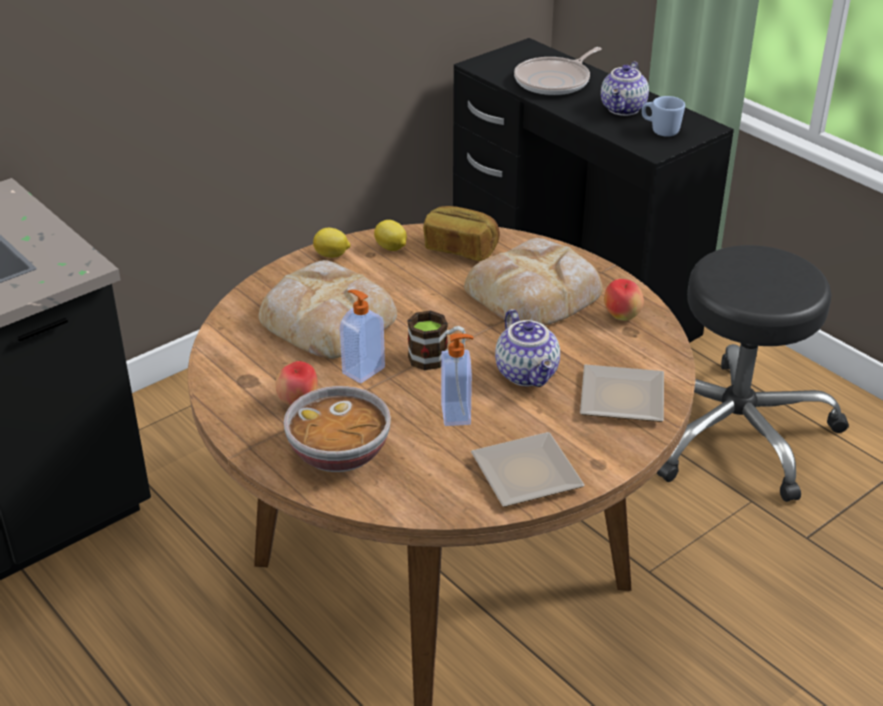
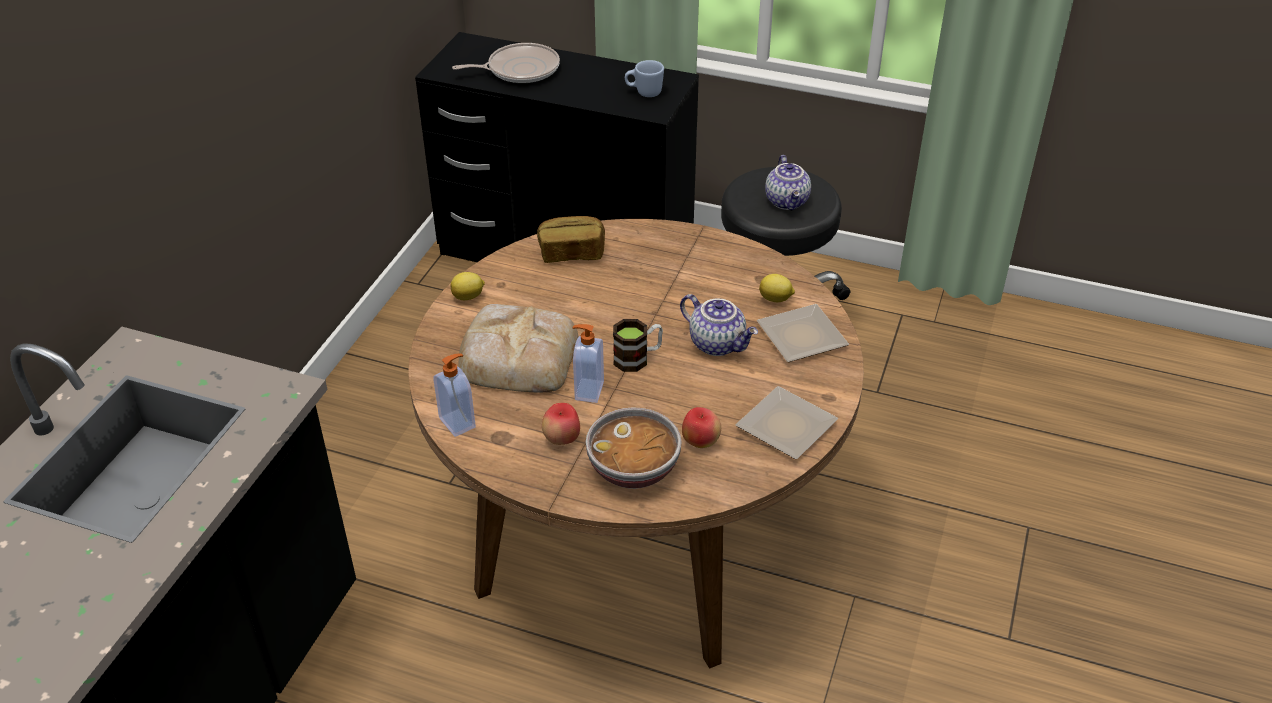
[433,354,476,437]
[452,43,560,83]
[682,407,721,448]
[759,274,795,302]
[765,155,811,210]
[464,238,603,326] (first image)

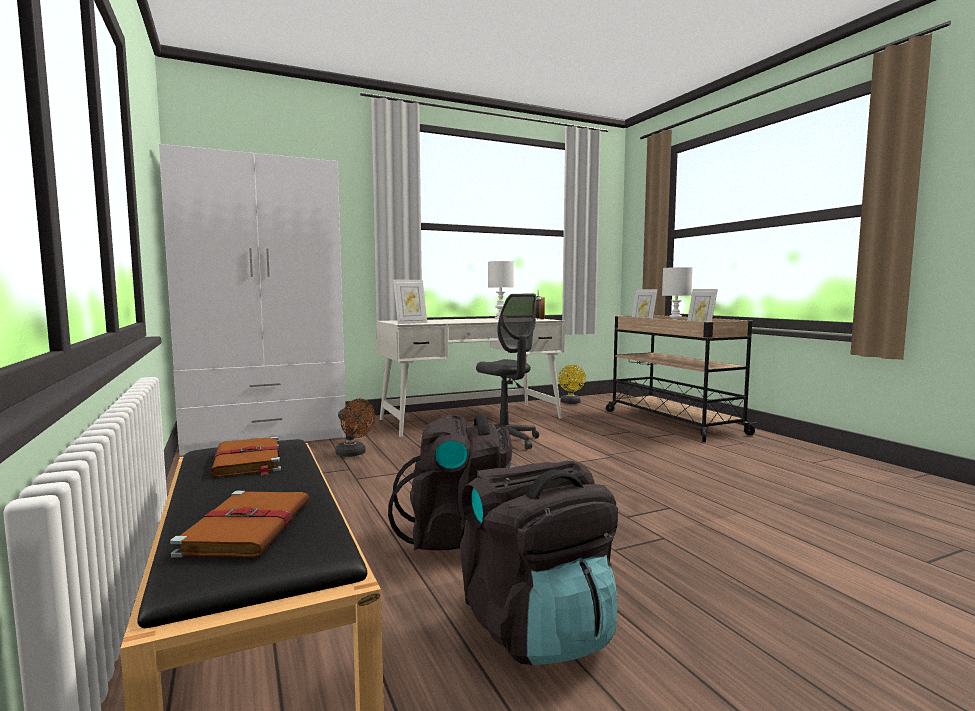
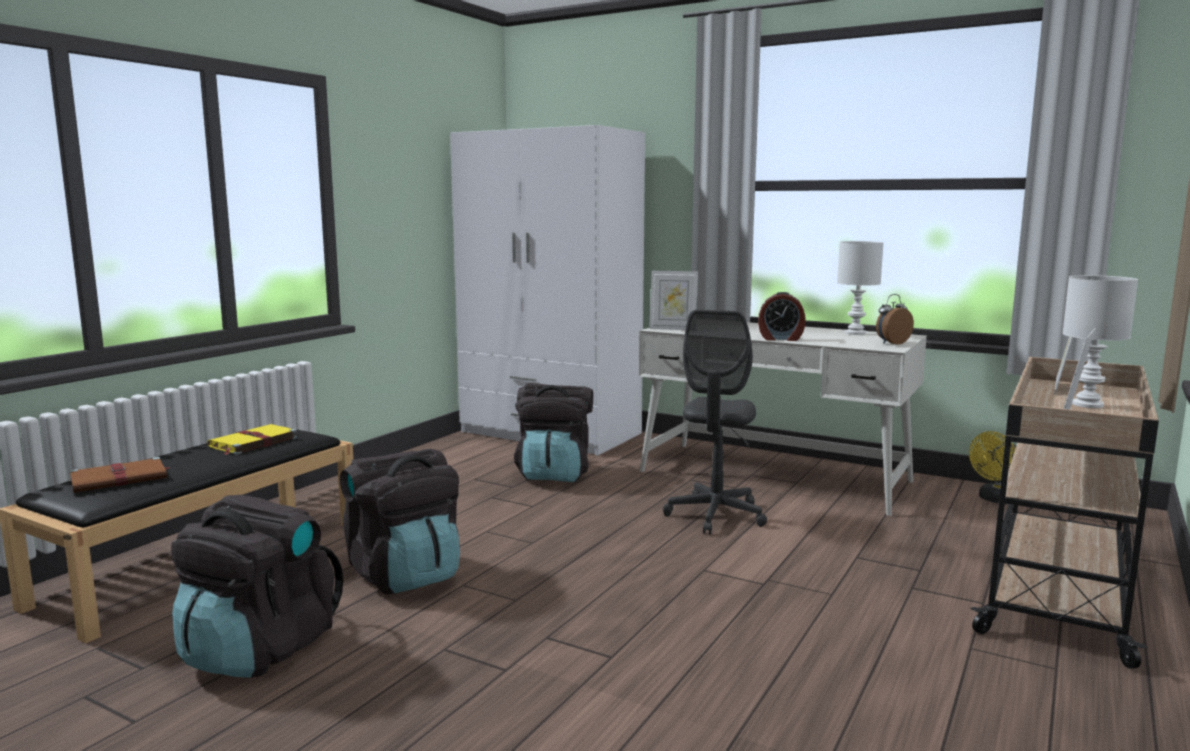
[207,424,297,455]
[514,383,593,482]
[758,292,806,341]

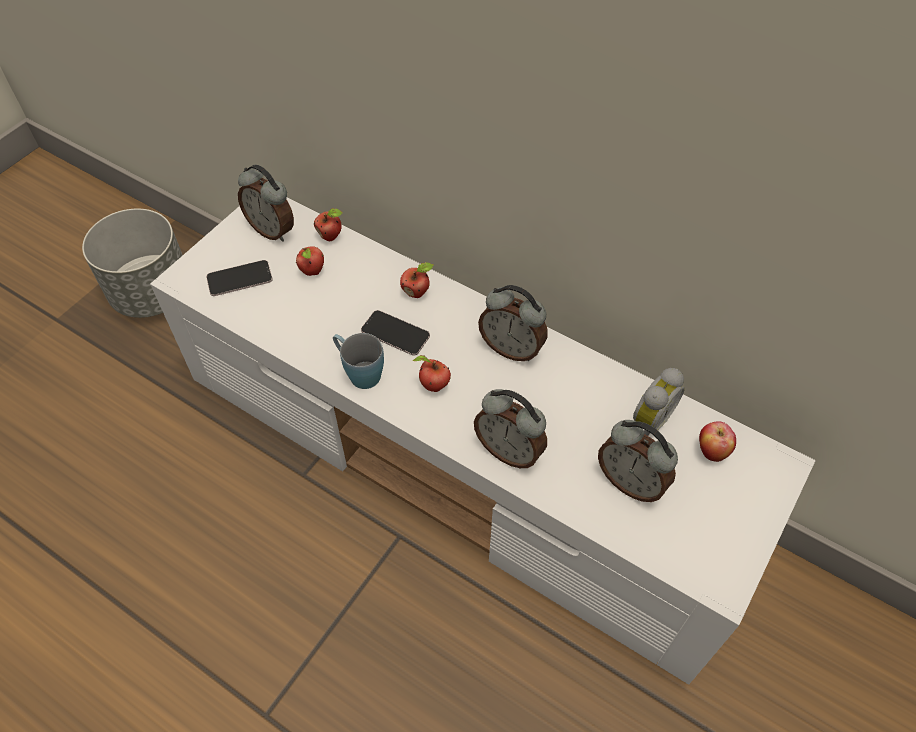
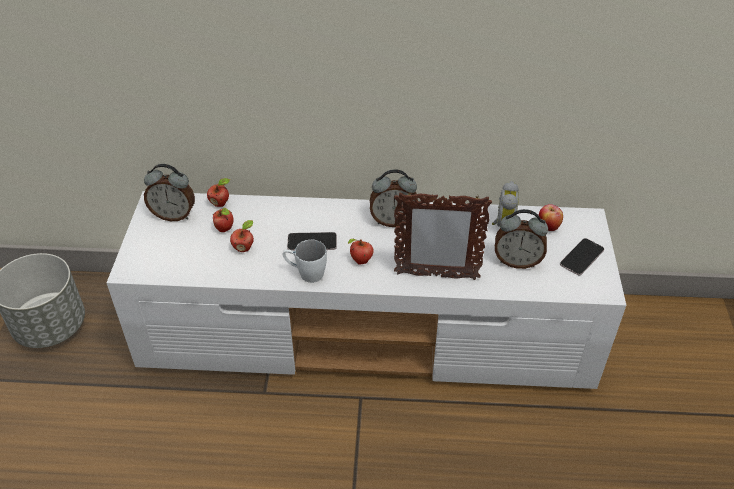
[230,220,254,252]
[283,240,327,283]
[394,191,492,280]
[560,238,604,275]

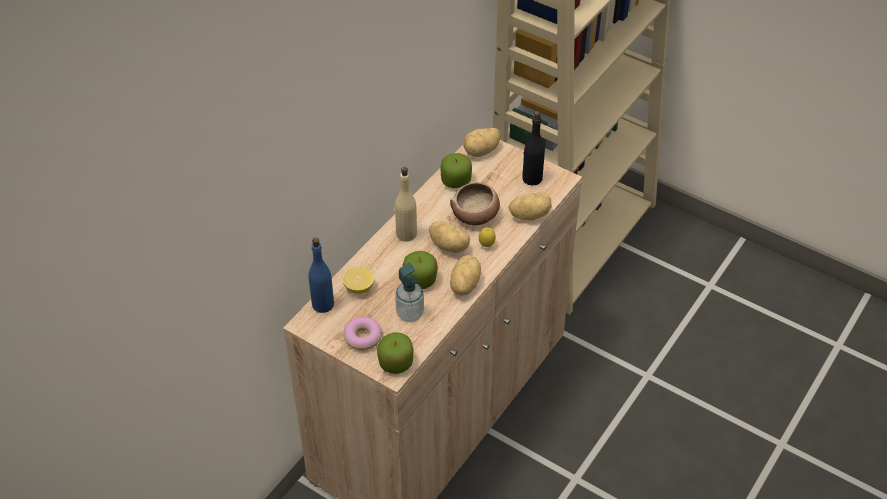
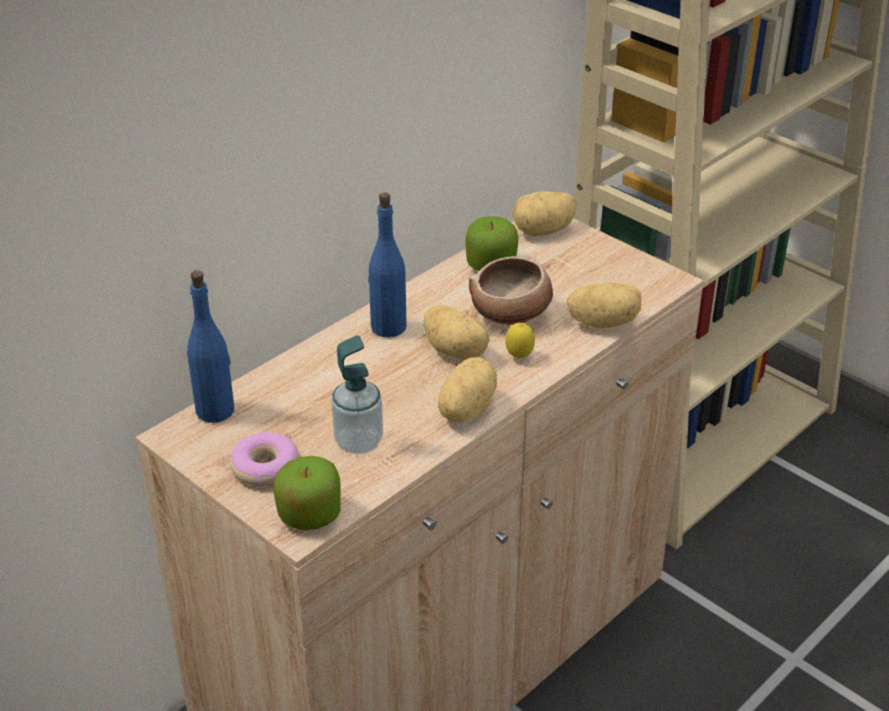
[368,192,407,337]
[342,266,374,294] (first image)
[402,251,438,289] (first image)
[522,111,545,185] (first image)

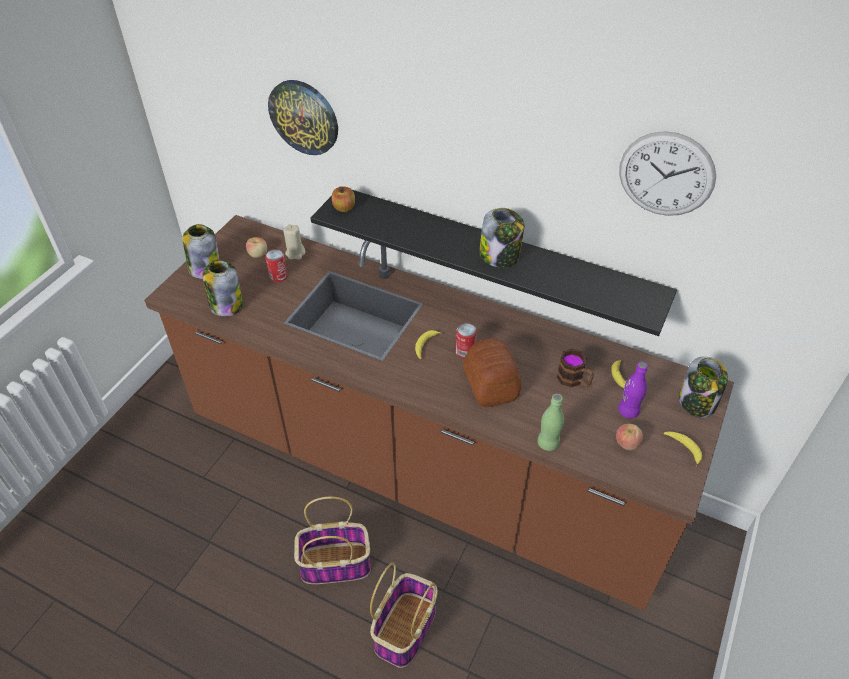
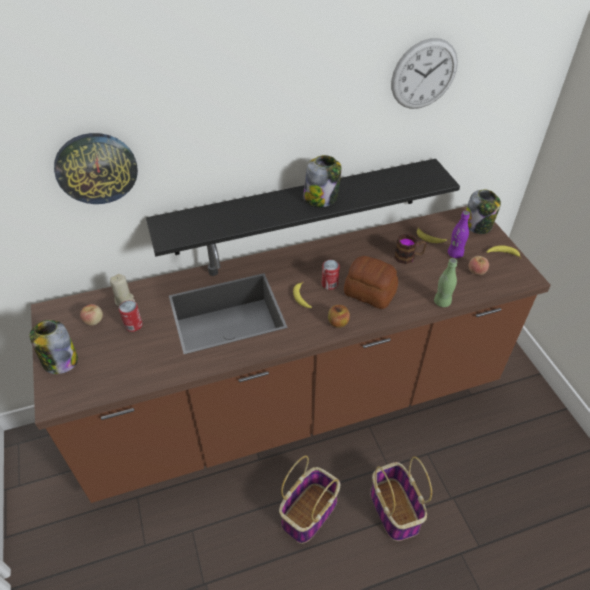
[328,305,350,328]
[203,260,243,317] (first image)

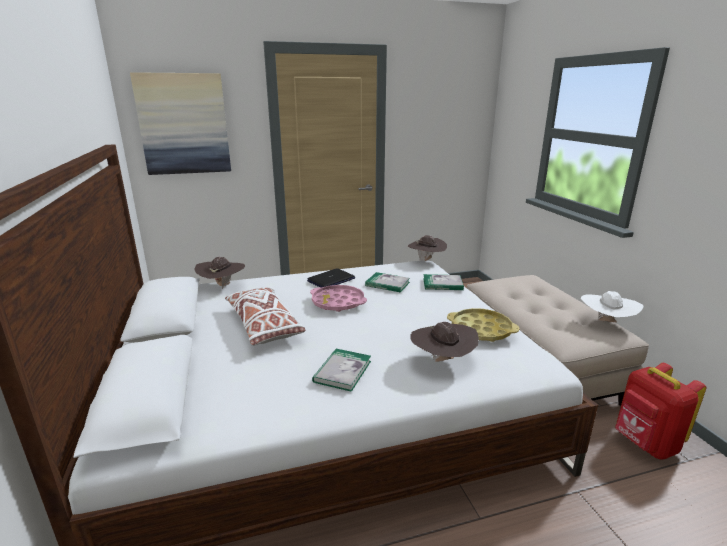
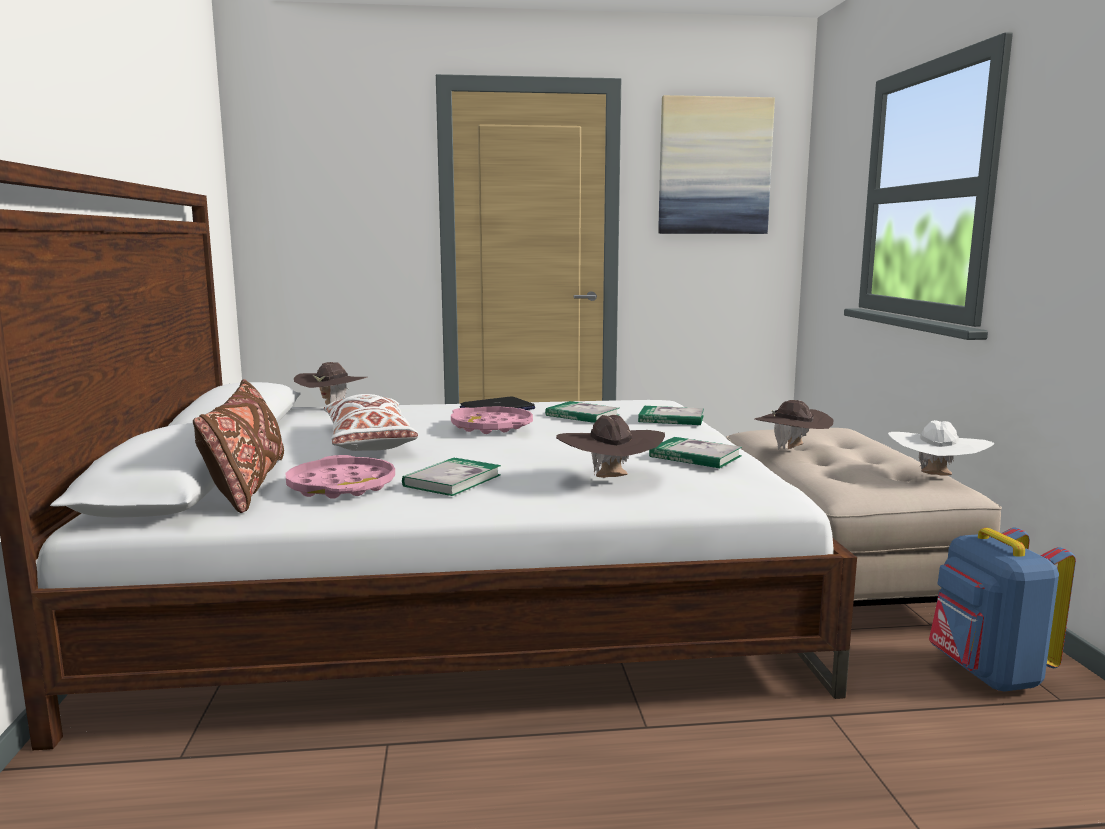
[193,379,284,513]
[286,455,395,499]
[649,437,742,468]
[658,95,775,234]
[755,400,834,450]
[929,528,1076,692]

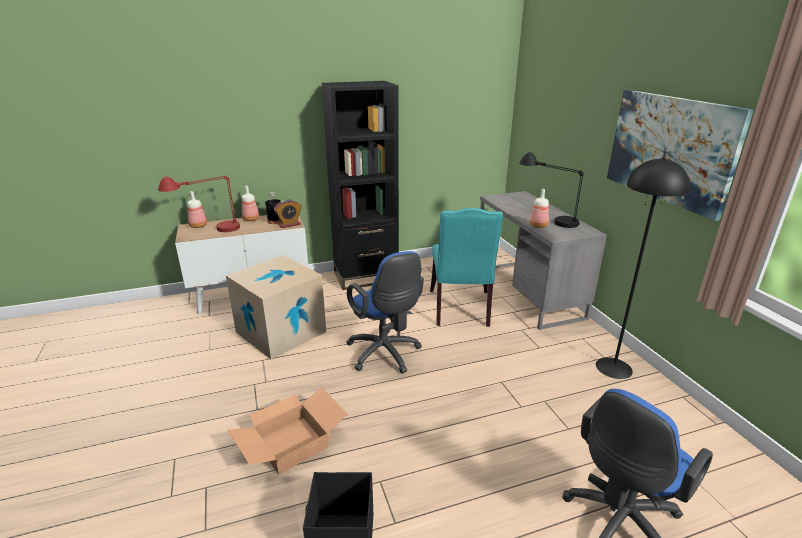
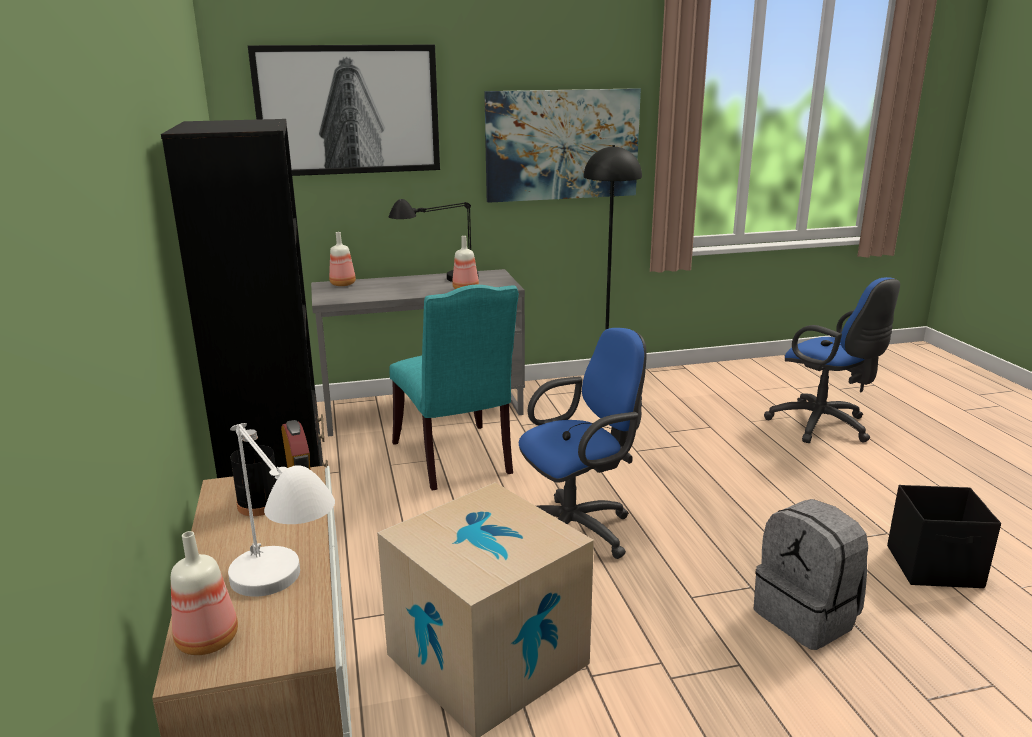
[228,423,335,597]
[248,45,440,176]
[329,232,356,286]
[389,285,519,491]
[753,499,868,650]

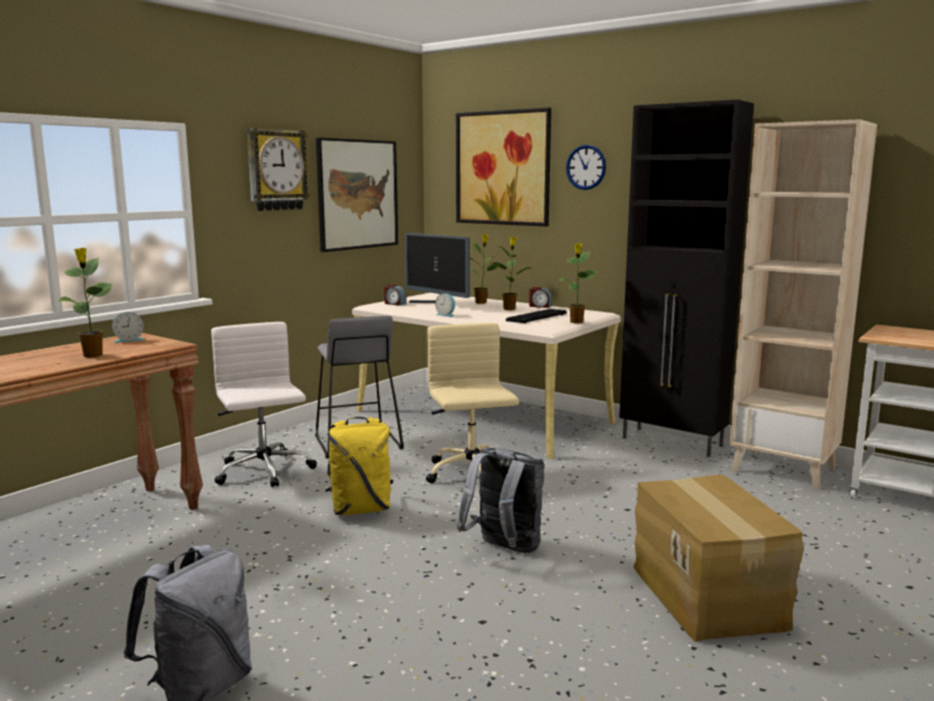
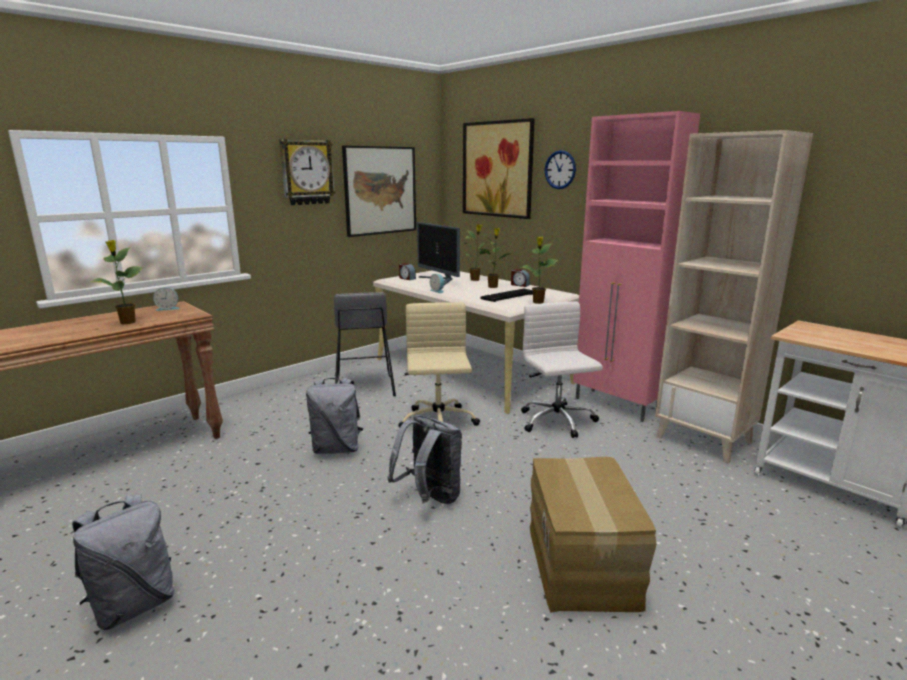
[306,378,363,454]
[521,301,603,438]
[573,111,700,422]

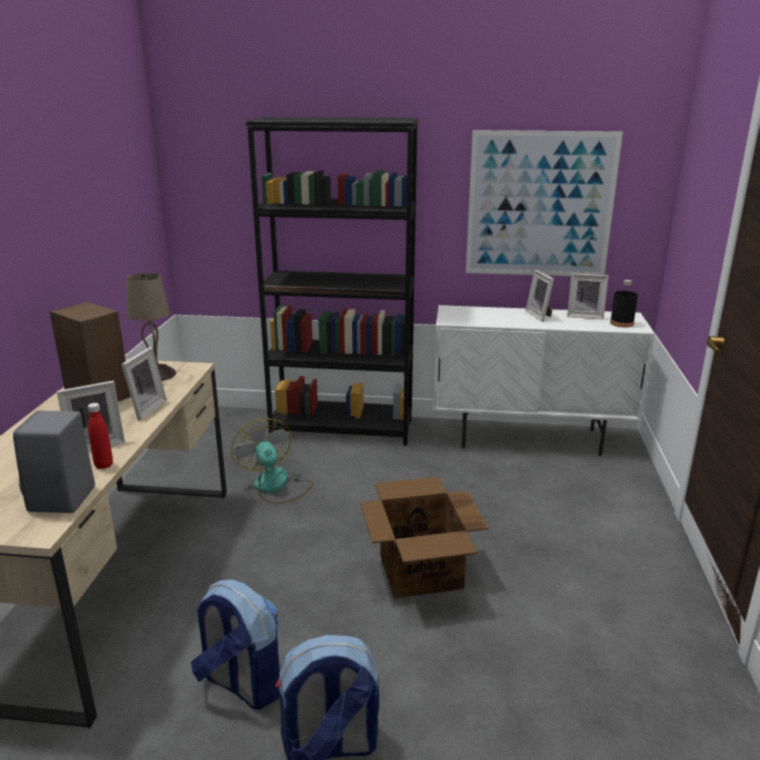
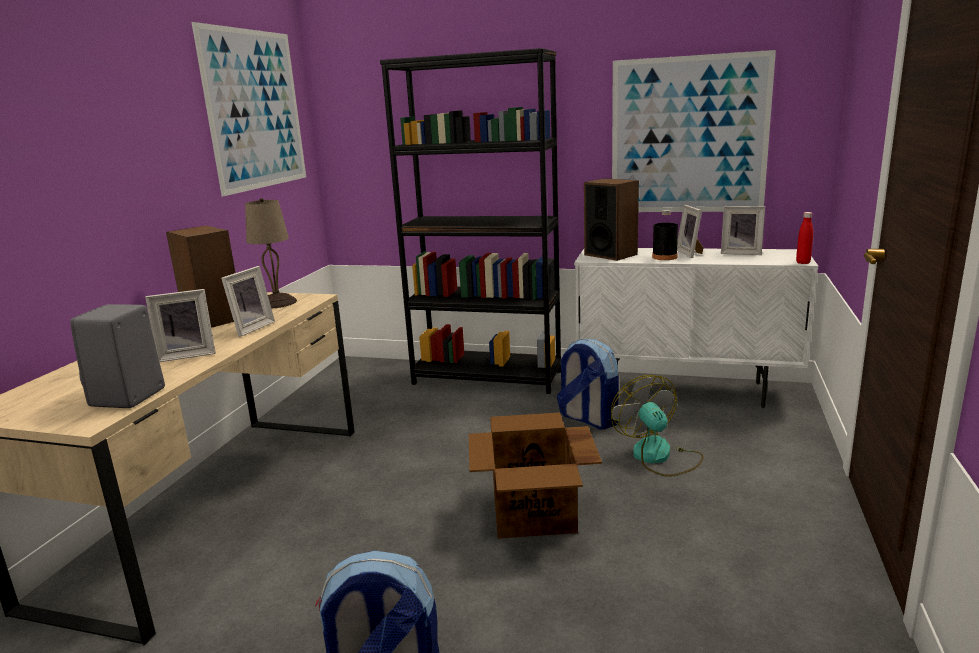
[191,22,306,196]
[557,339,619,429]
[584,178,639,261]
[611,375,703,477]
[652,210,678,260]
[796,212,813,264]

